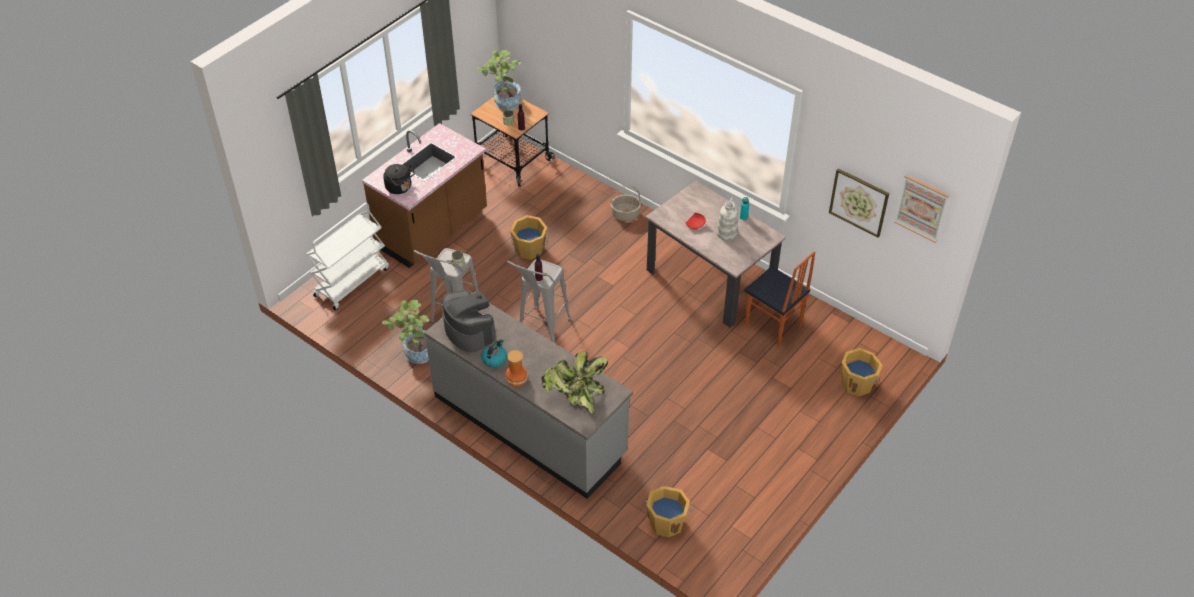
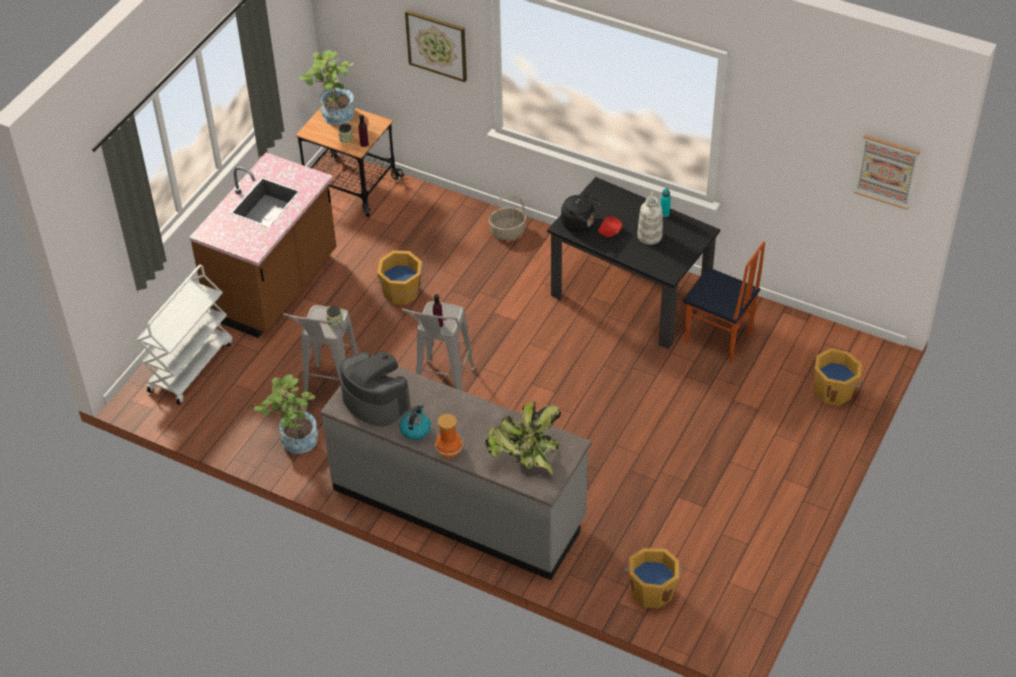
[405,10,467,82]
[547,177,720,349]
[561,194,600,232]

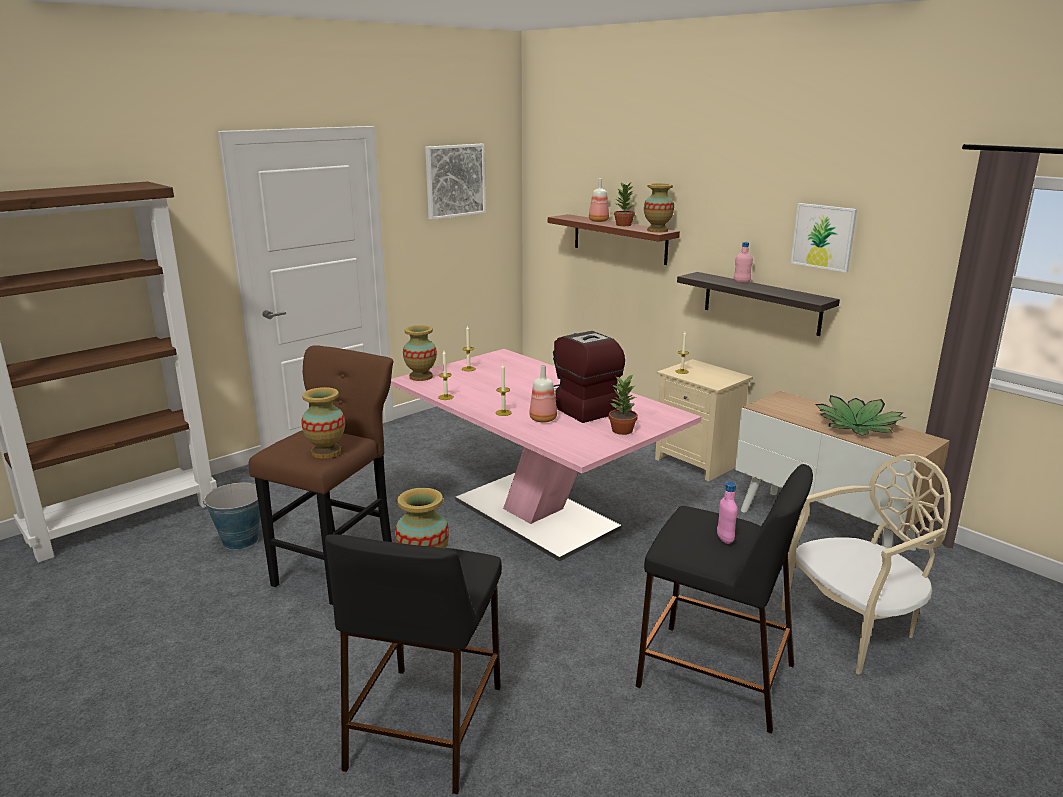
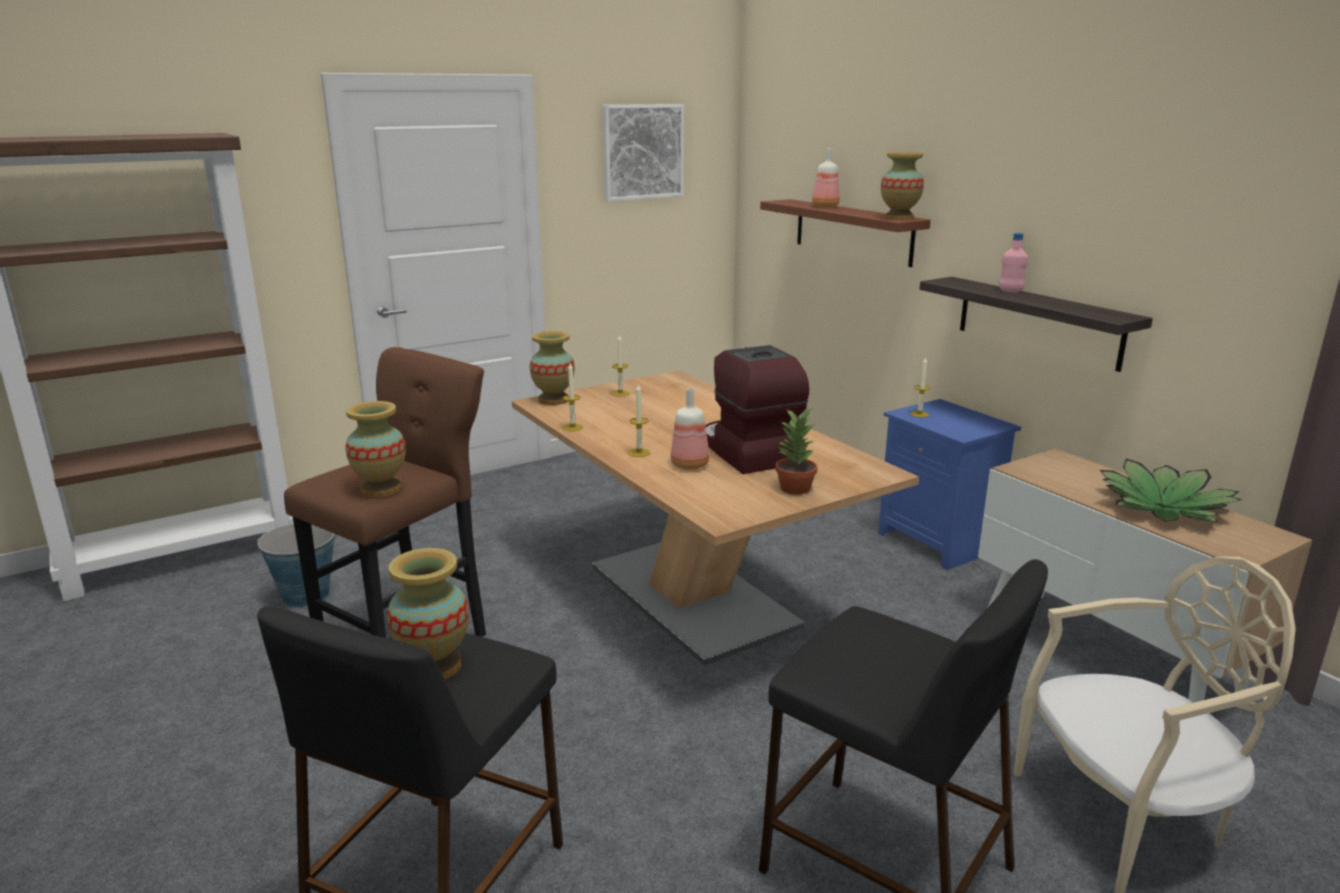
[512,371,919,665]
[878,399,1021,570]
[614,182,635,226] (first image)
[717,482,738,544] (first image)
[791,203,857,272] (first image)

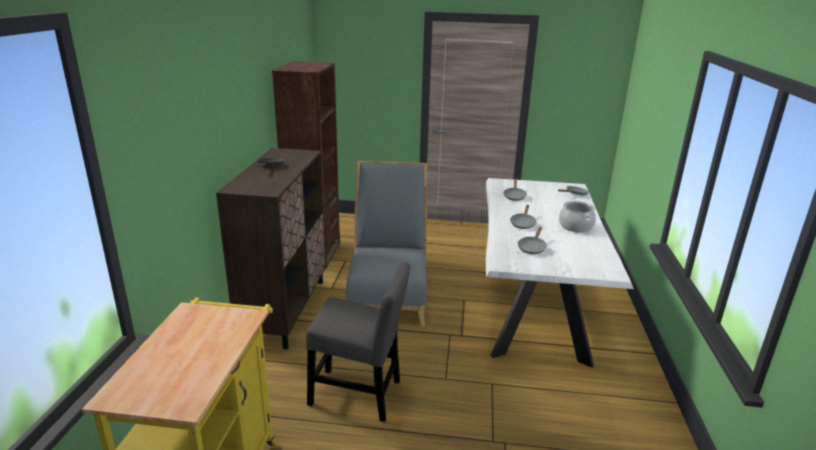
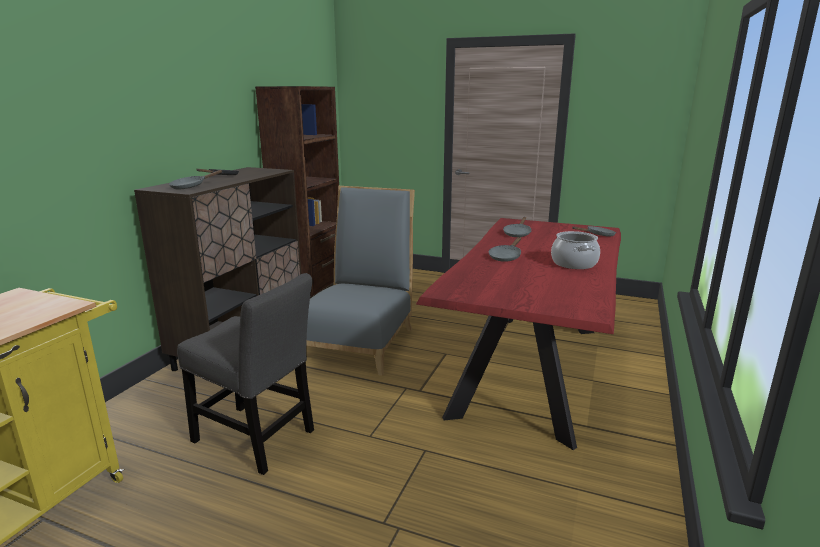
[169,170,222,189]
[416,218,621,450]

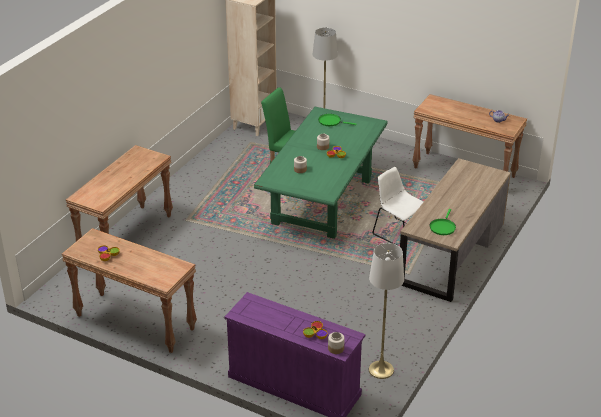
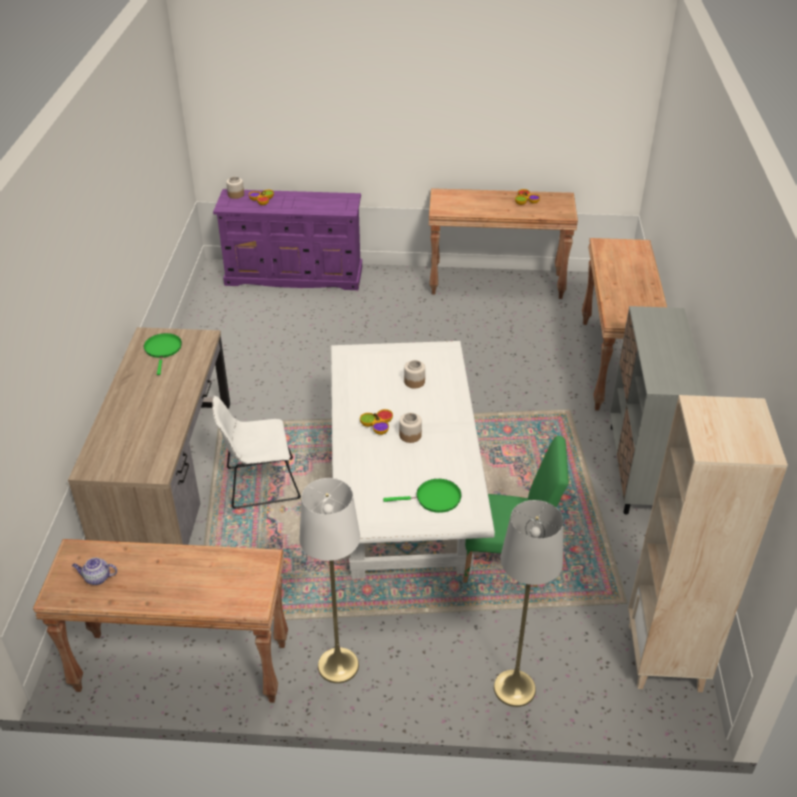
[212,396,301,509]
[299,478,360,683]
[331,341,495,579]
[610,306,709,515]

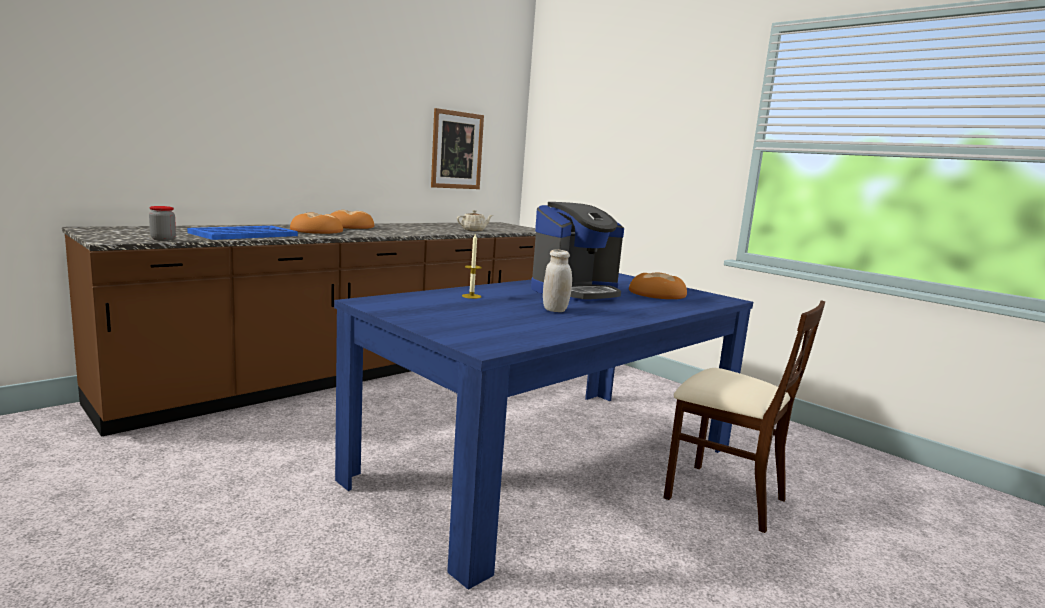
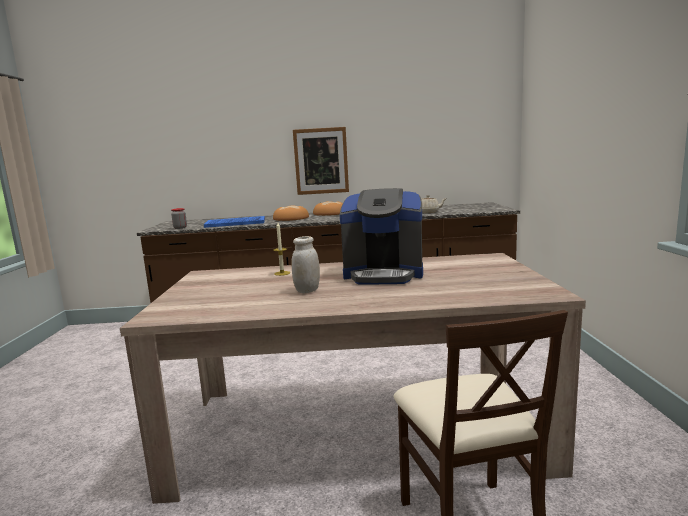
[120,253,586,504]
[293,127,349,195]
[629,273,687,299] (first image)

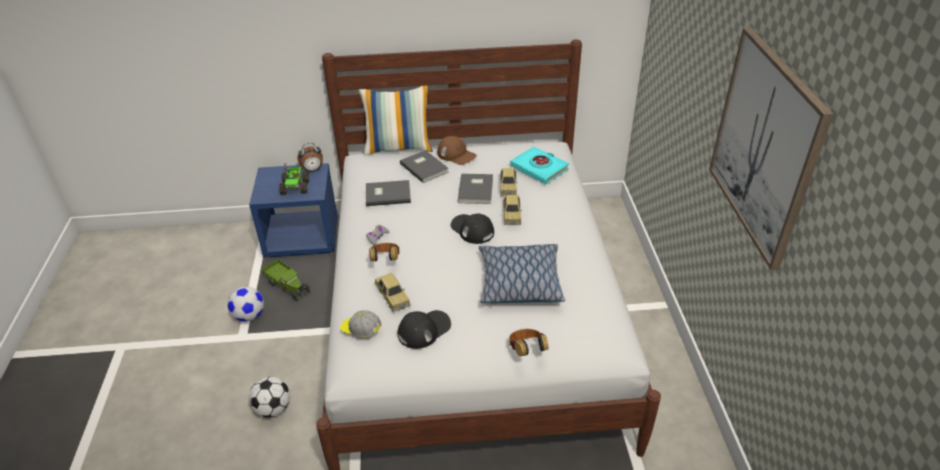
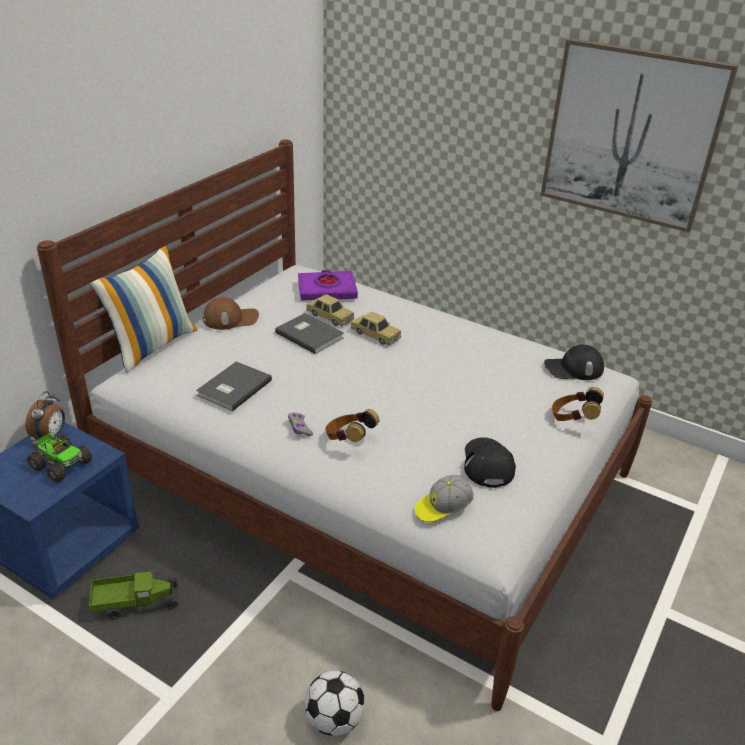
[298,270,358,301]
[544,344,604,380]
[227,287,264,322] (first image)
[375,273,410,312] (first image)
[400,150,449,183] (first image)
[479,244,565,303] (first image)

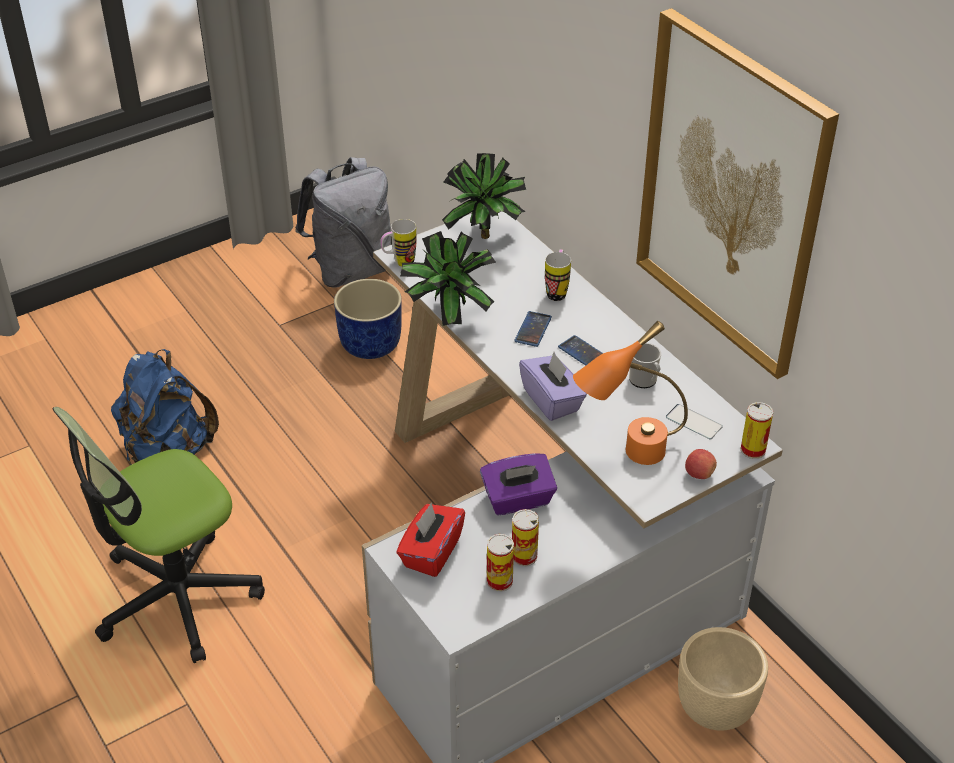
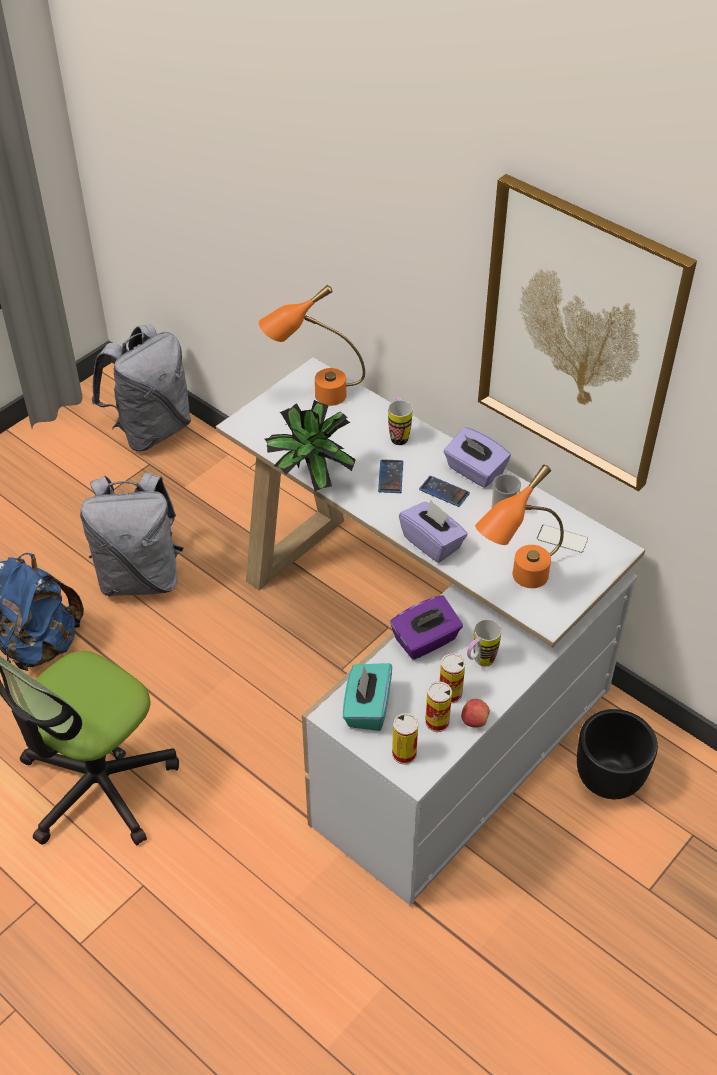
[80,472,184,596]
[259,285,365,406]
[343,663,392,731]
[392,713,418,764]
[444,427,511,488]
[461,699,490,728]
[467,619,502,666]
[577,709,658,799]
[334,279,402,359] (first image)

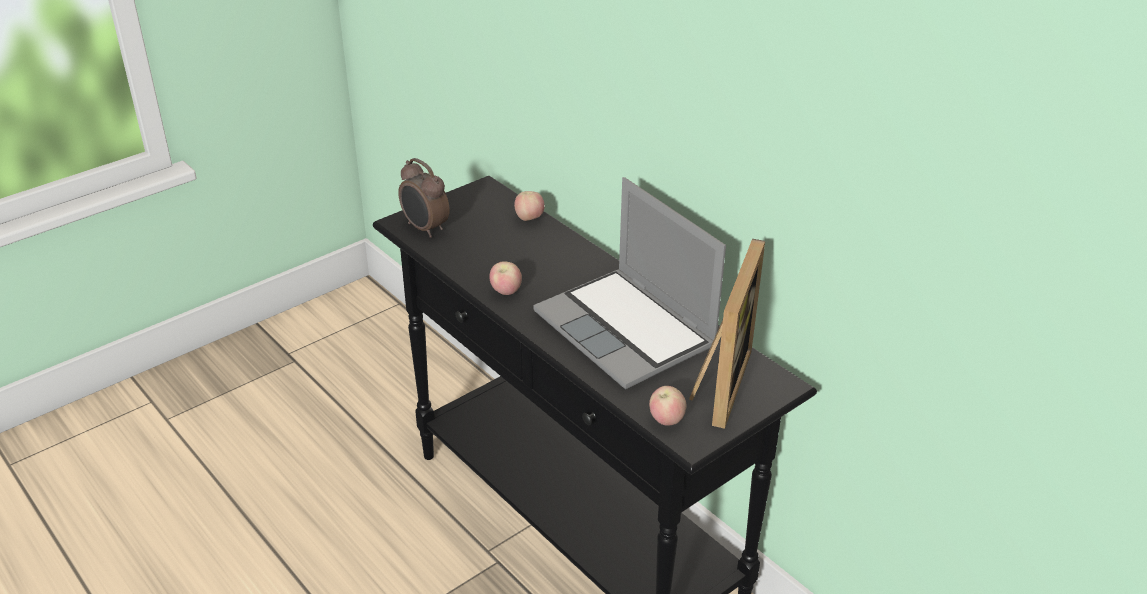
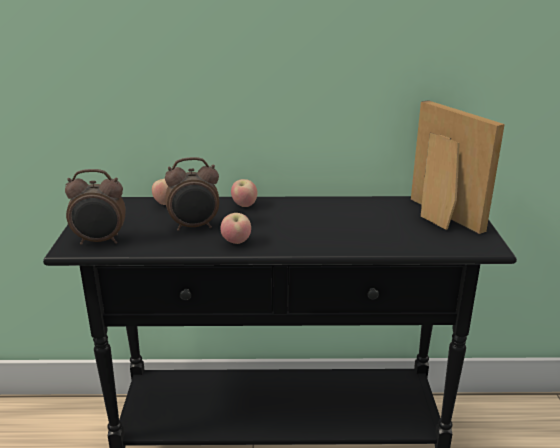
[165,157,219,231]
[231,179,257,207]
[533,177,726,390] (first image)

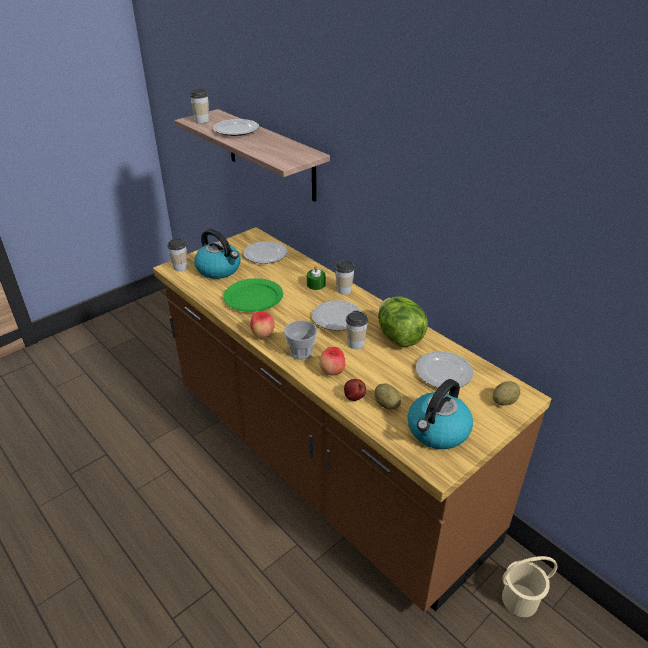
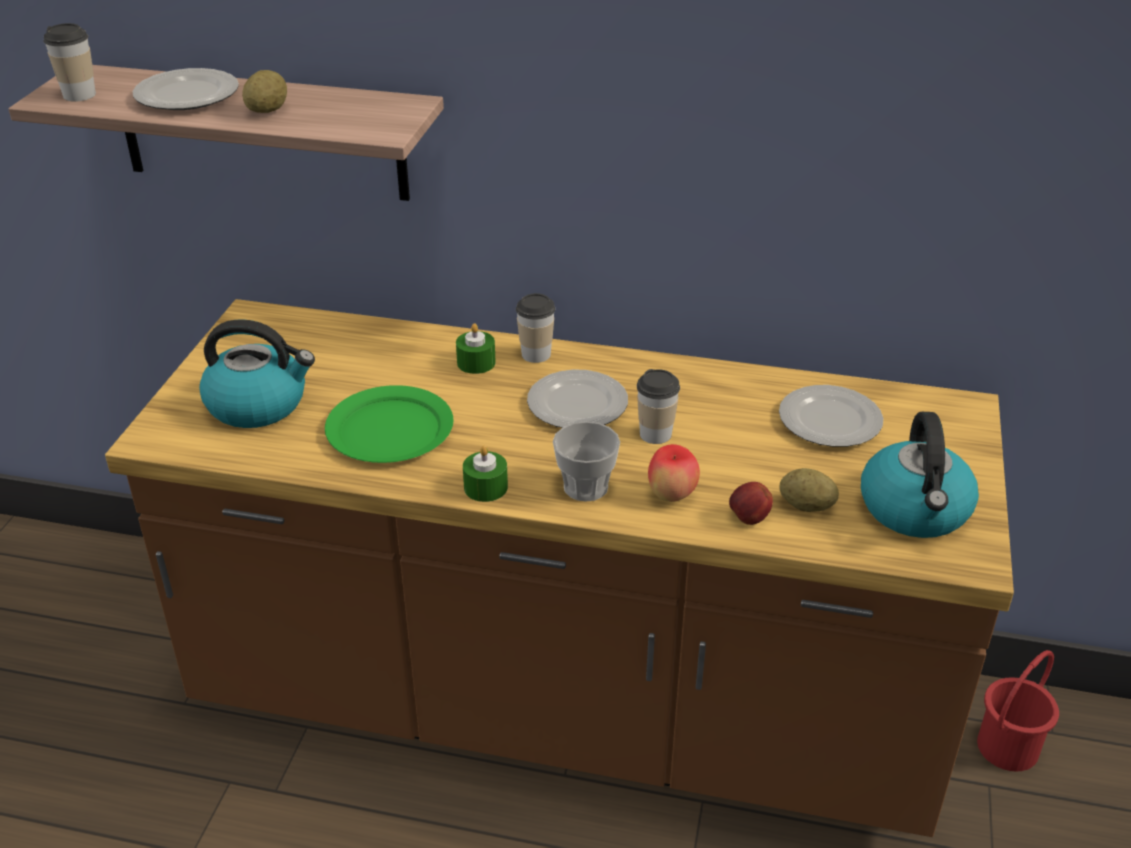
[242,70,287,113]
[463,446,508,502]
[977,650,1059,771]
[167,239,187,271] (first image)
[244,241,287,264] (first image)
[378,297,428,347] (first image)

